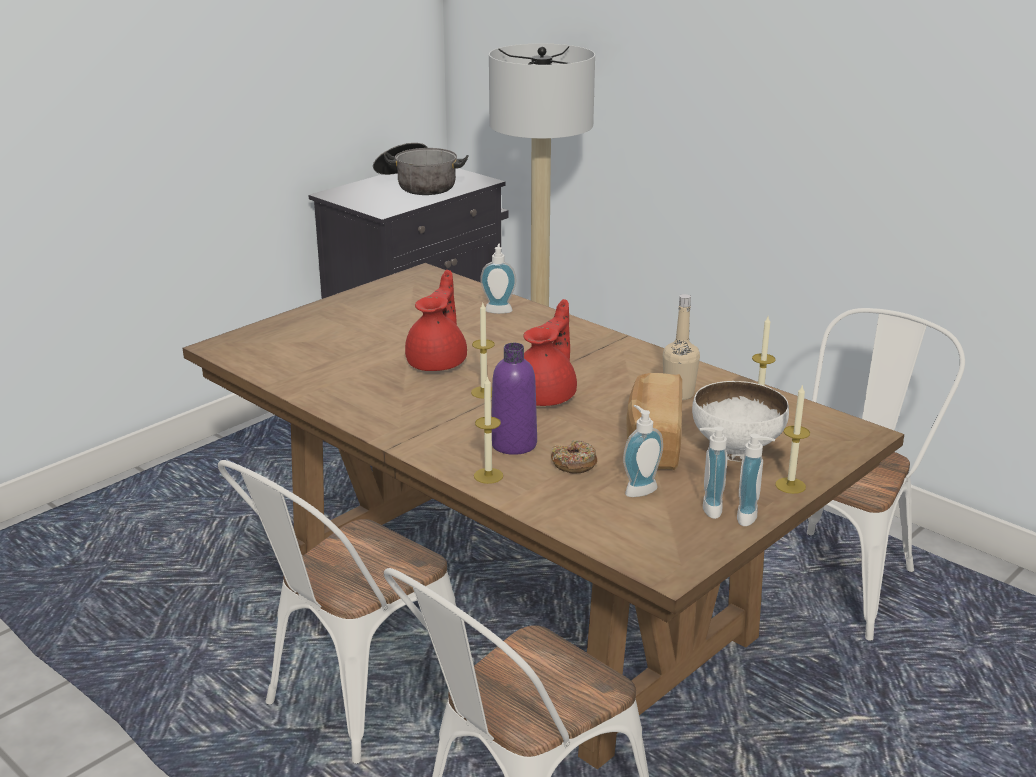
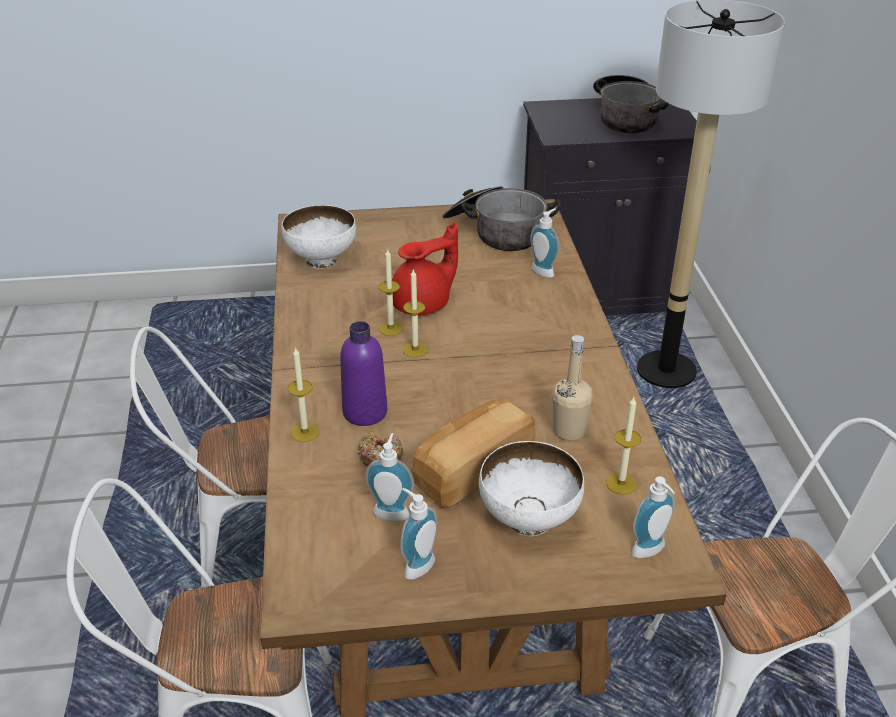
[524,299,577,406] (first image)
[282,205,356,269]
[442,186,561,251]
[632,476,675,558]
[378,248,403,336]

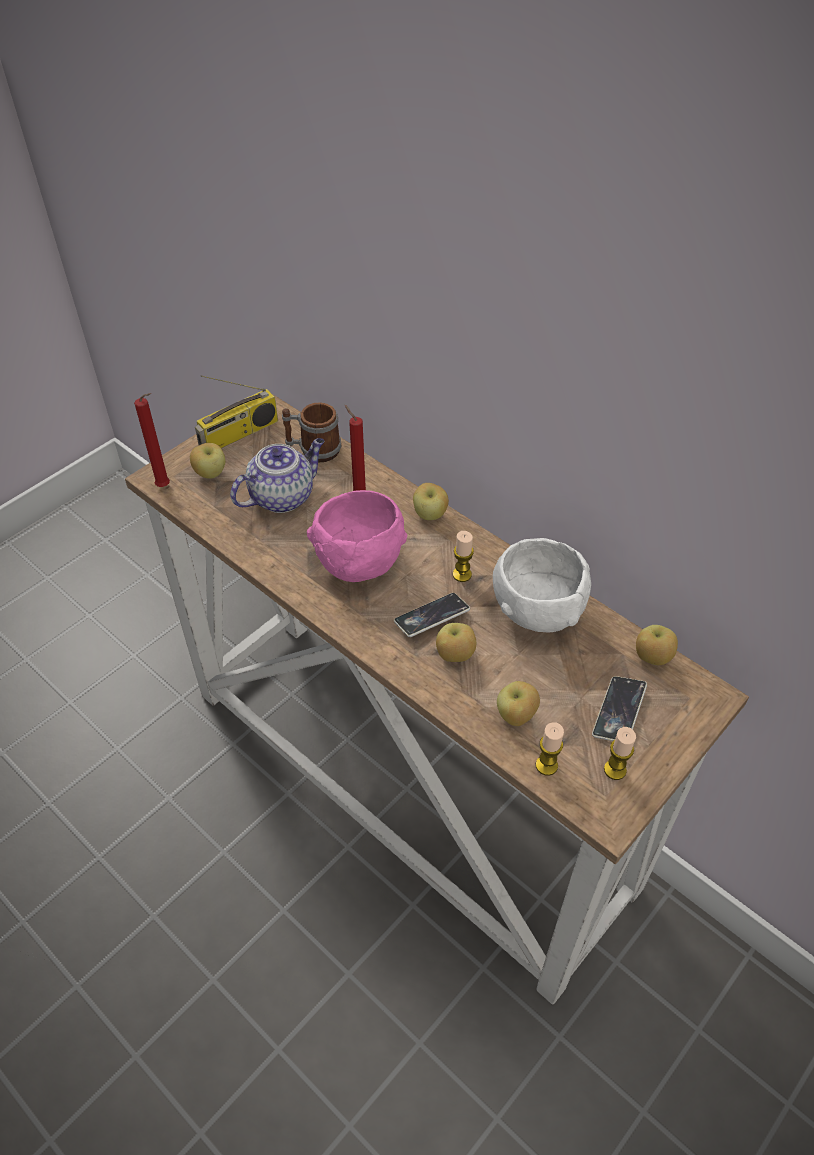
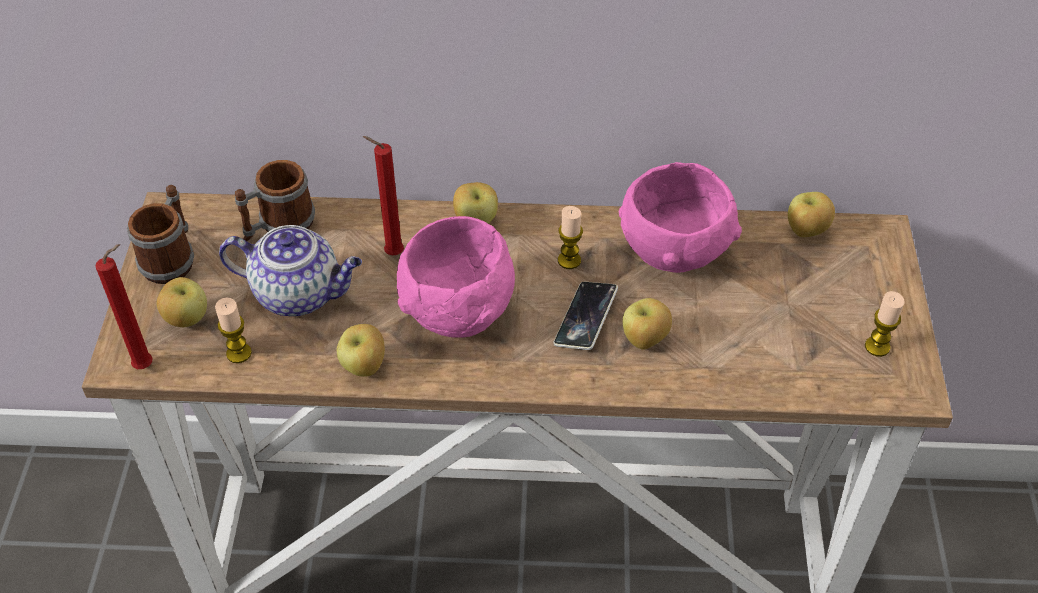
[592,676,647,741] (first image)
[337,324,385,377]
[215,298,252,363]
[127,185,194,284]
[619,162,742,273]
[219,225,362,316]

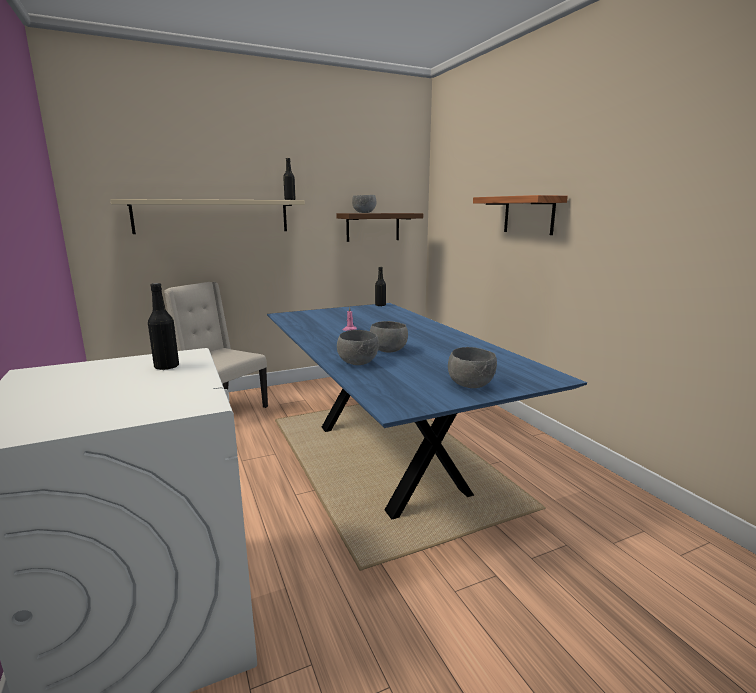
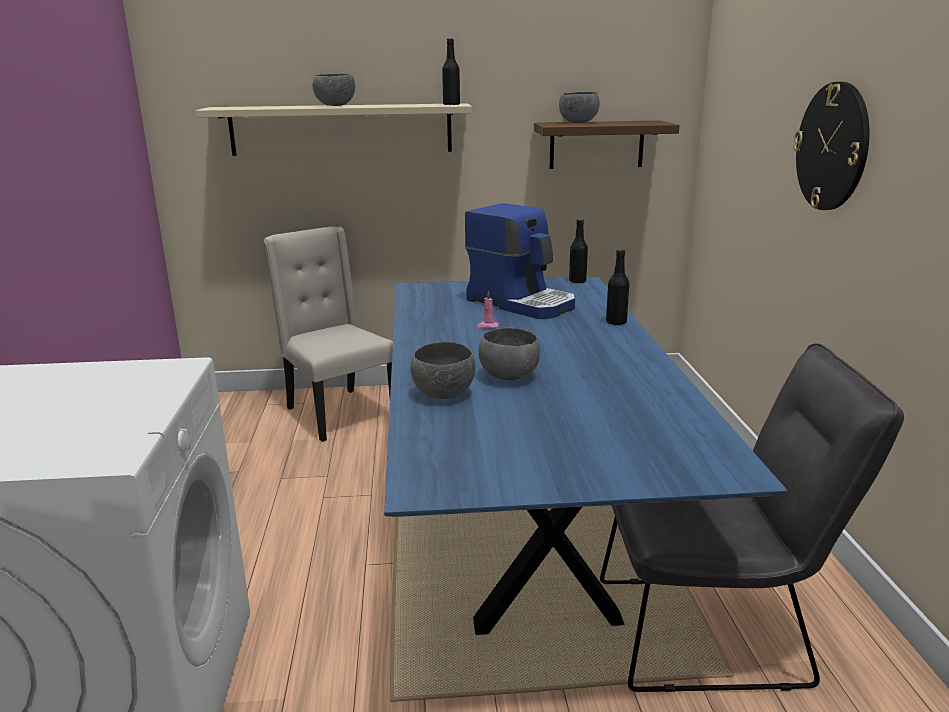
[465,203,575,319]
[600,343,904,692]
[606,249,629,325]
[313,74,355,106]
[793,82,870,210]

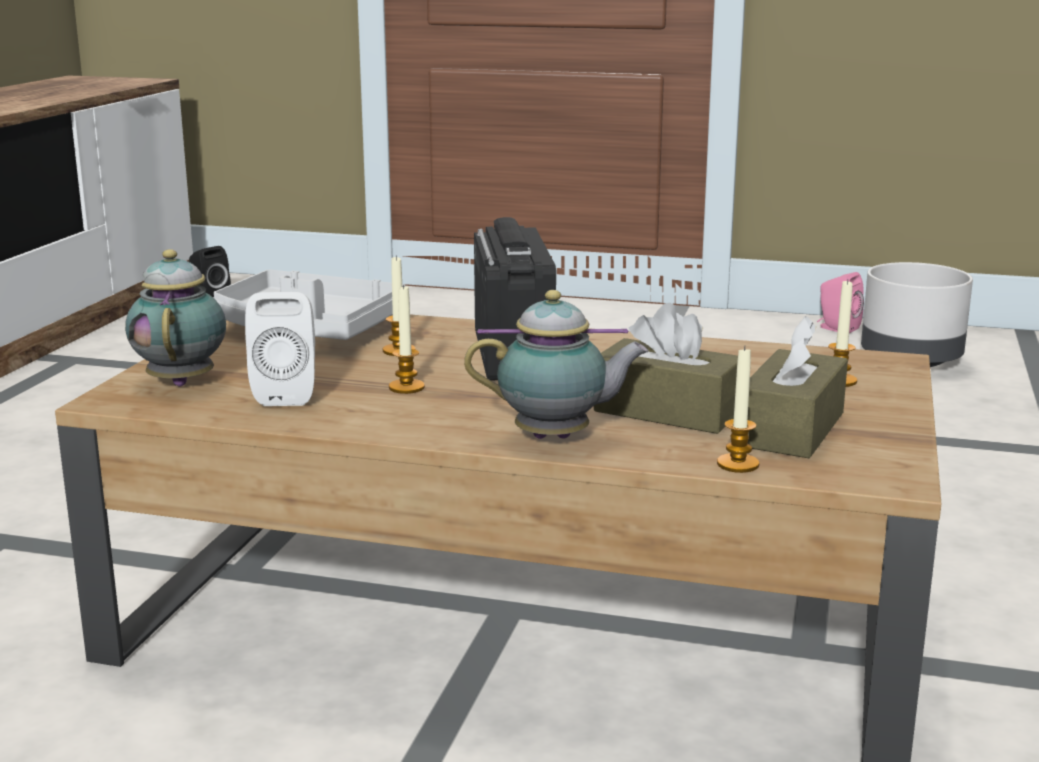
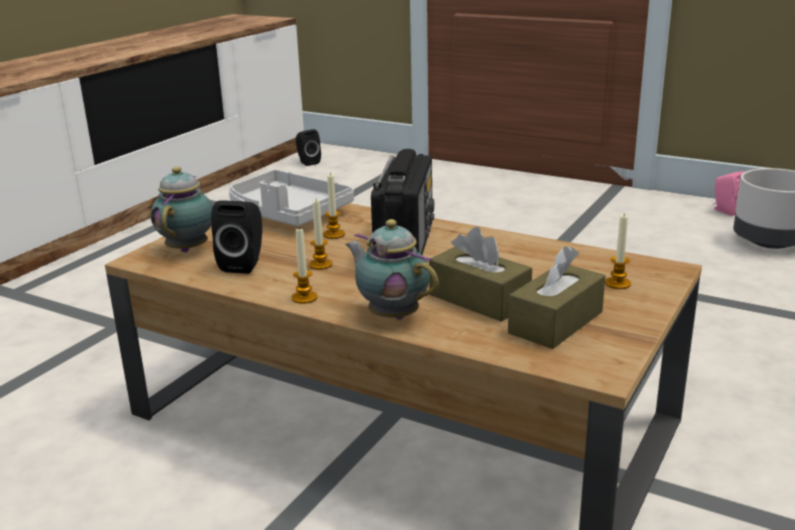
[292,228,317,304]
[211,200,262,274]
[345,219,439,320]

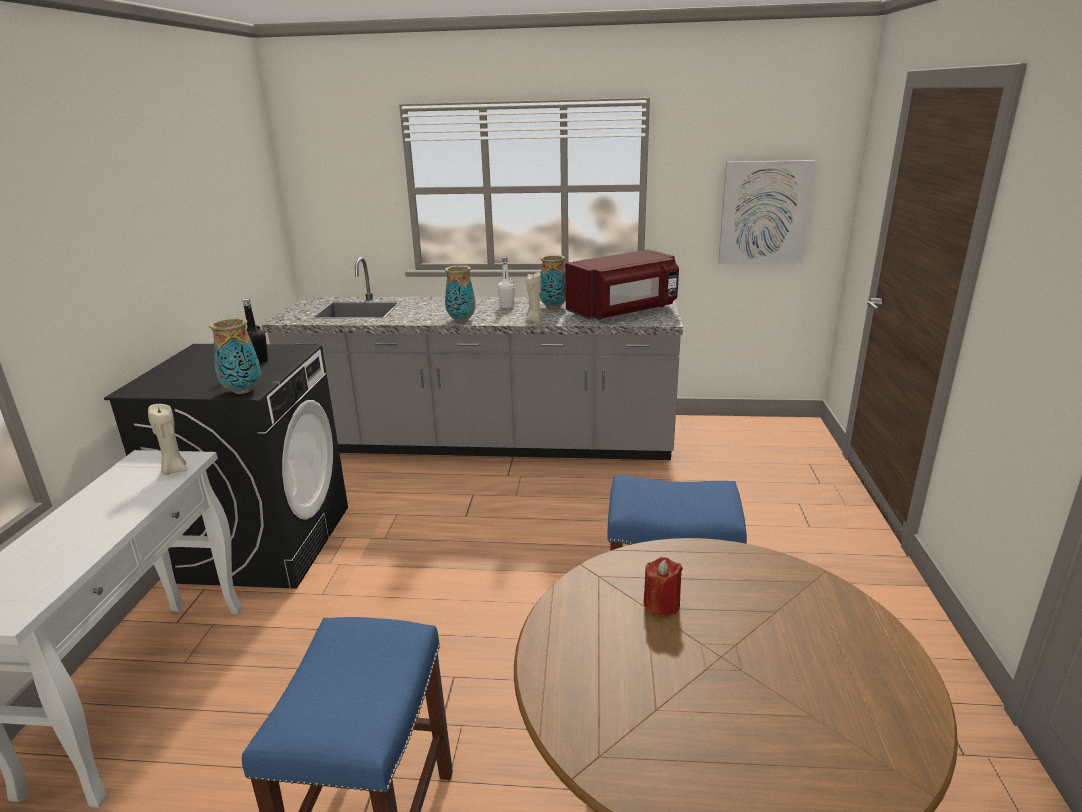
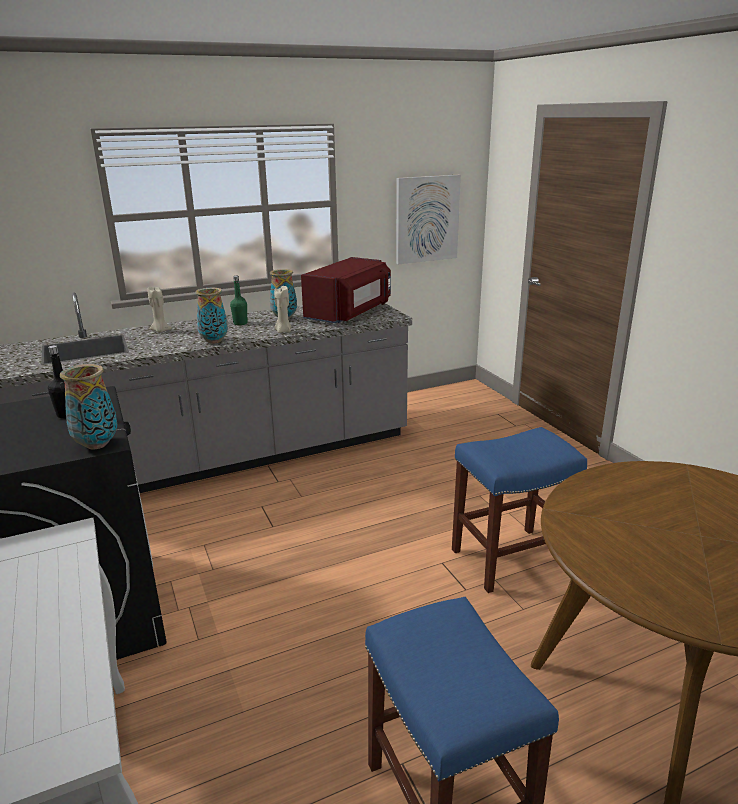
[644,557,683,616] (first image)
[147,287,172,332]
[230,276,247,325]

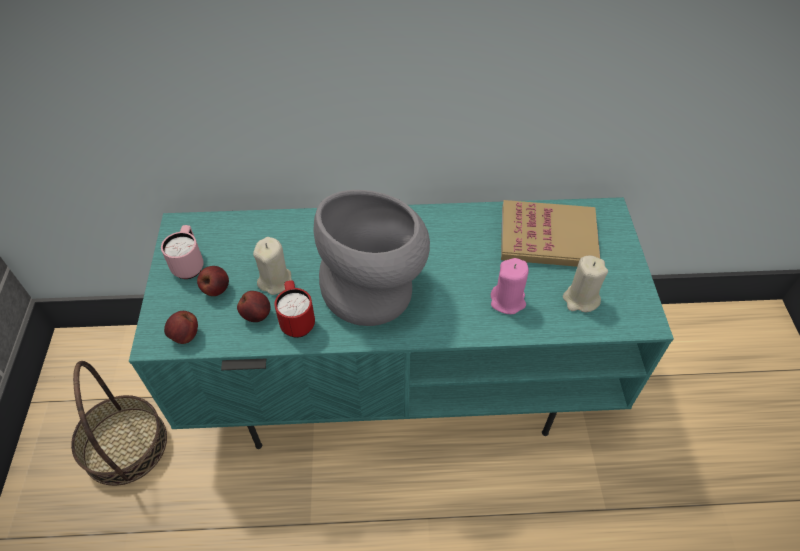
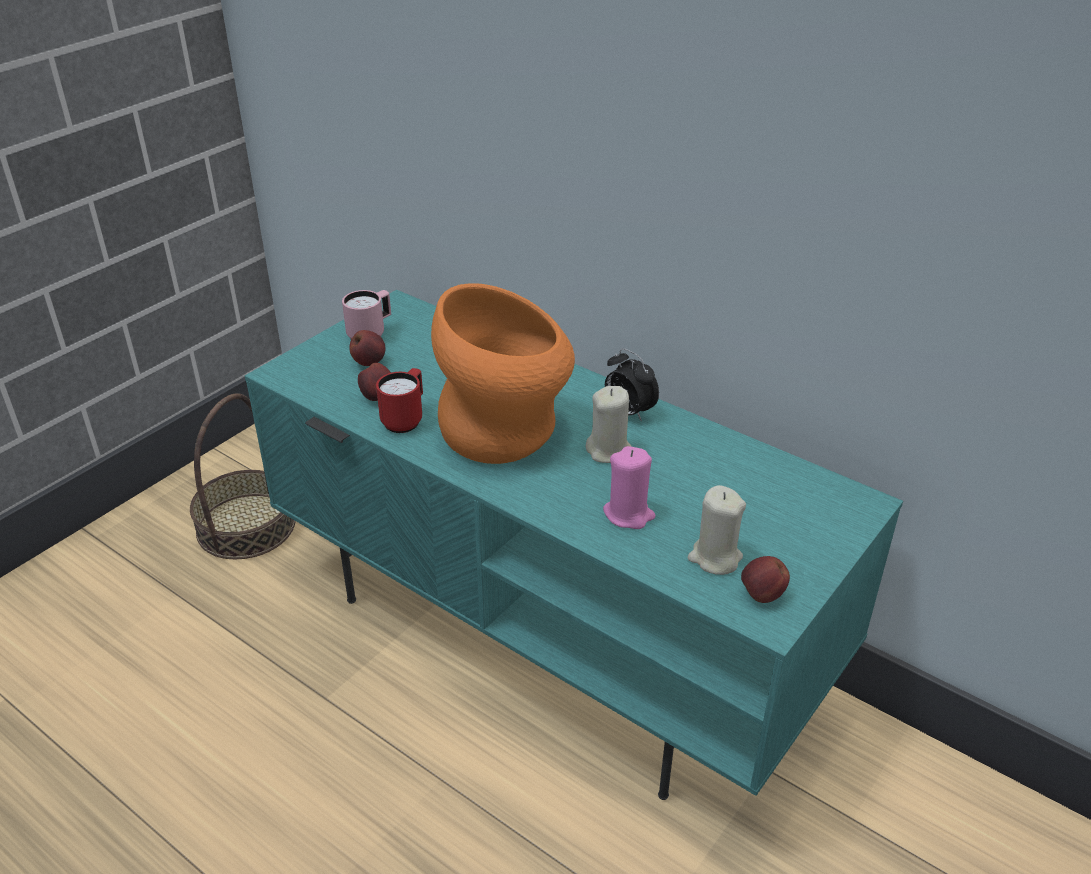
[501,200,600,267] (first image)
[605,348,659,422]
[741,556,790,603]
[586,386,632,463]
[431,283,575,464]

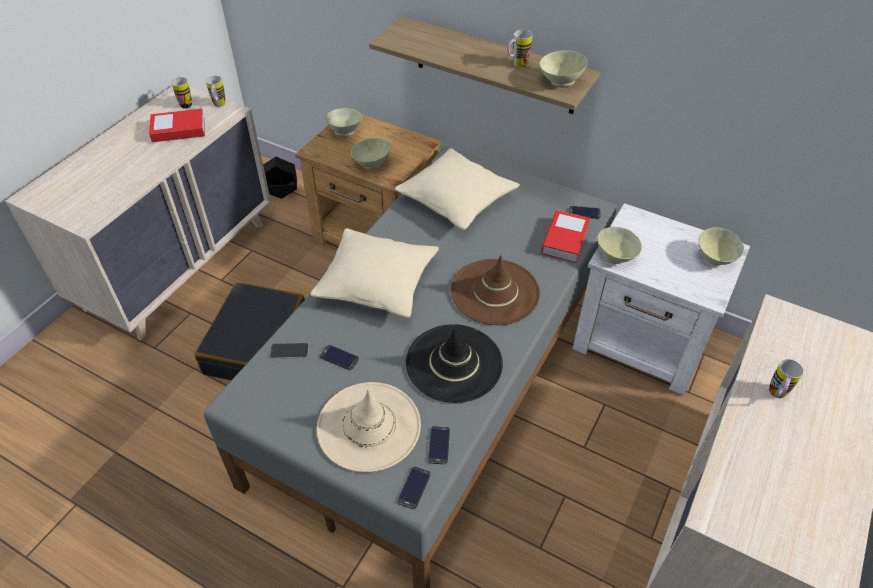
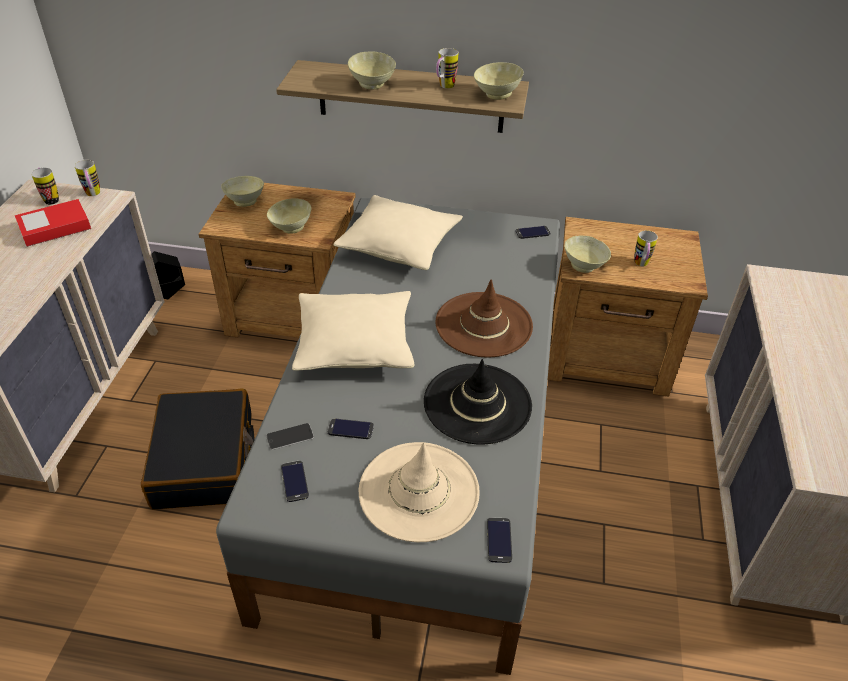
[541,210,590,263] (first image)
[281,461,309,502]
[348,51,396,89]
[634,230,658,266]
[548,217,708,397]

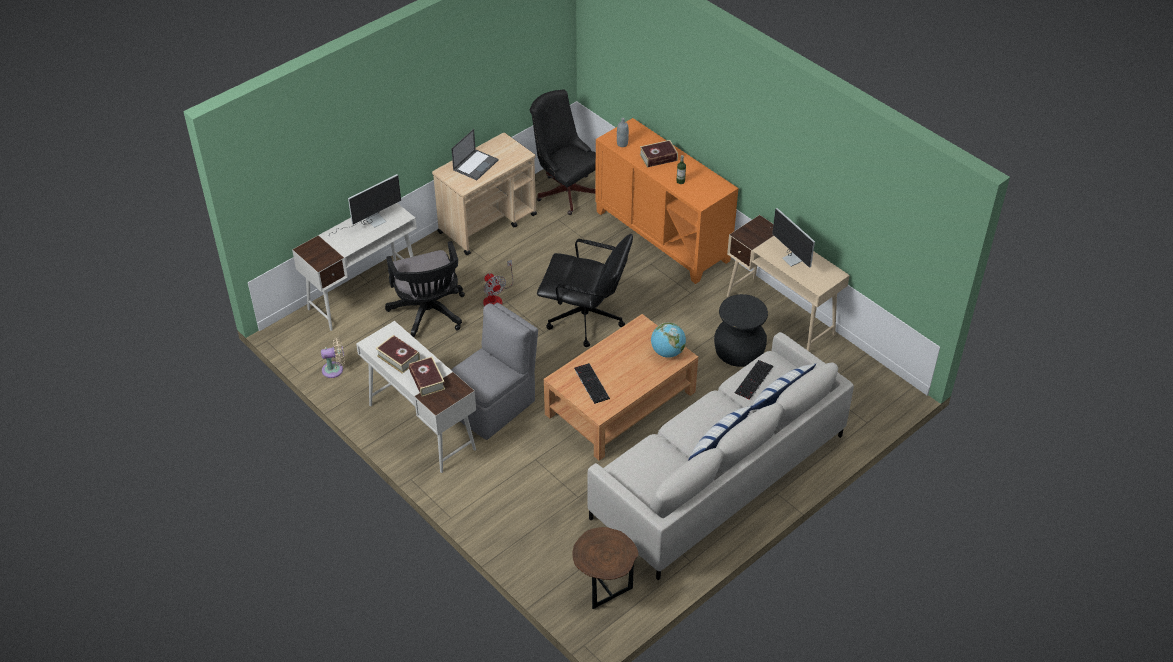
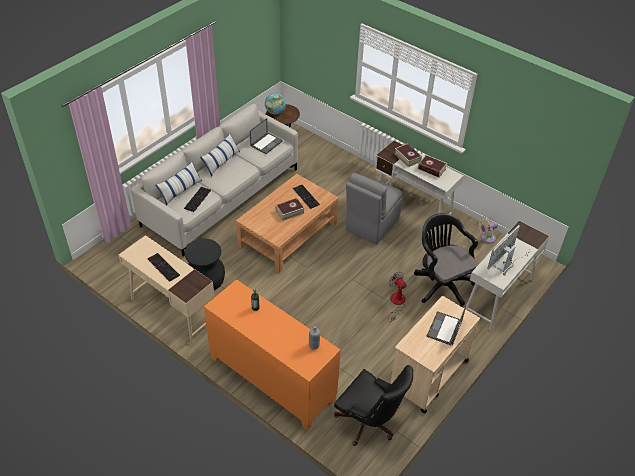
[537,234,633,347] (first image)
[250,118,283,154]
[276,198,305,221]
[265,93,286,114]
[147,253,180,282]

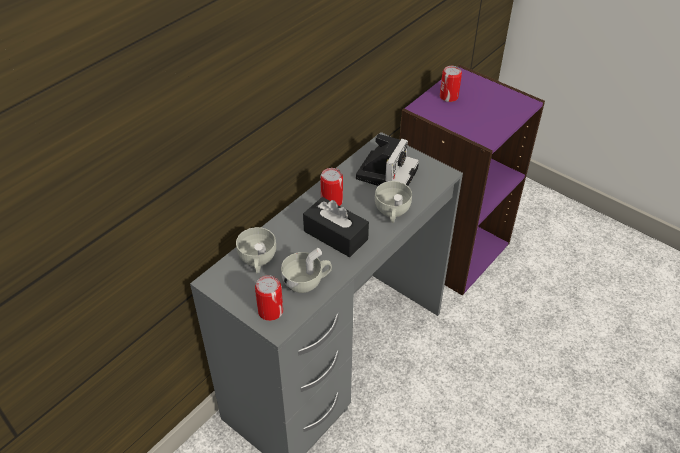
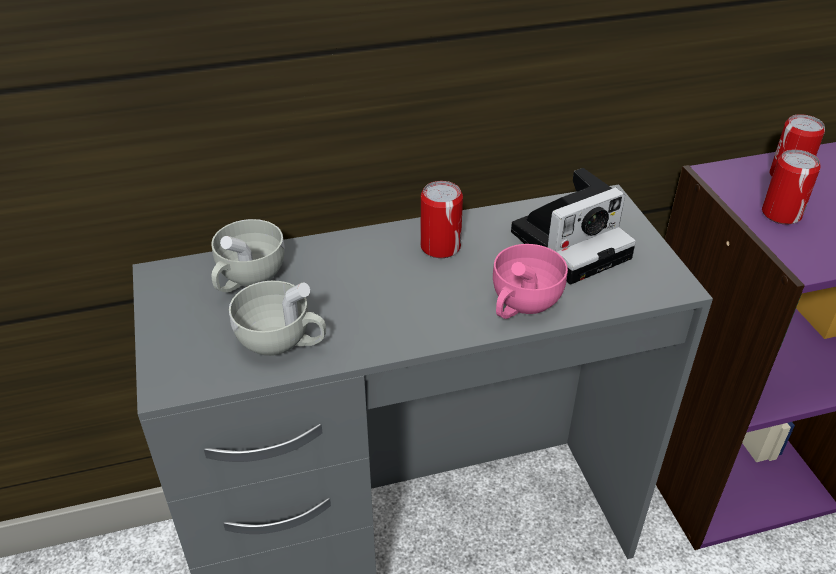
[303,197,369,257] (first image)
[762,149,821,224]
[493,244,568,319]

